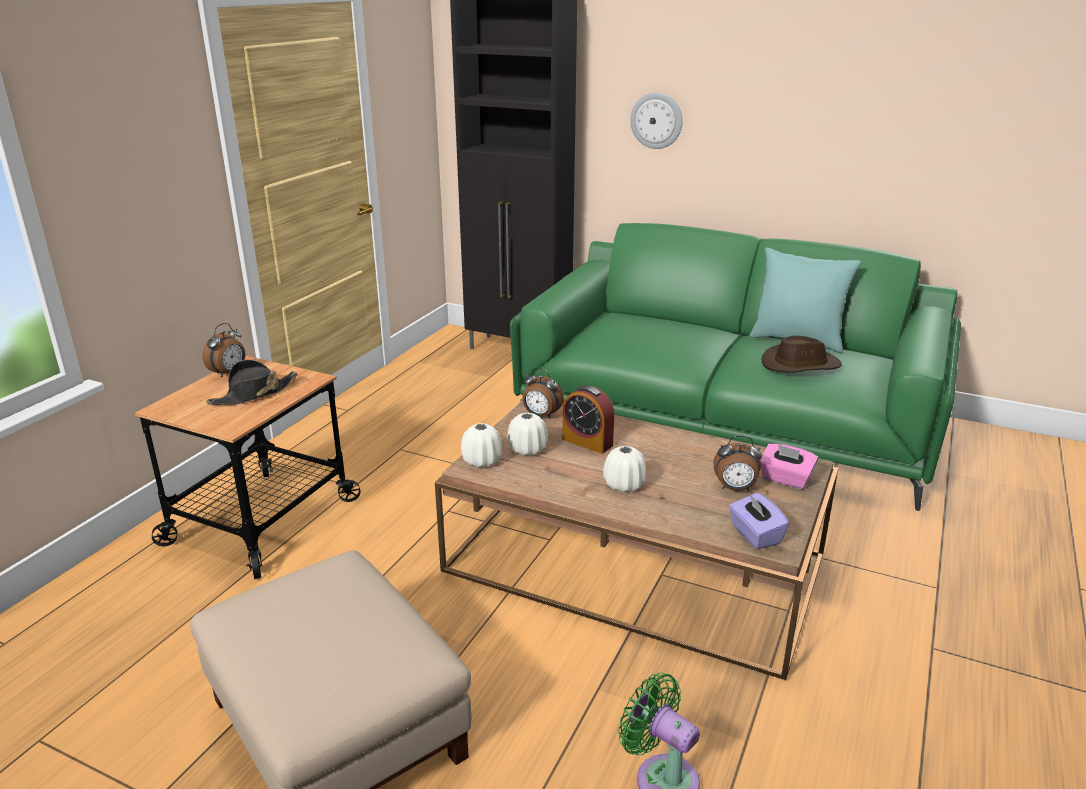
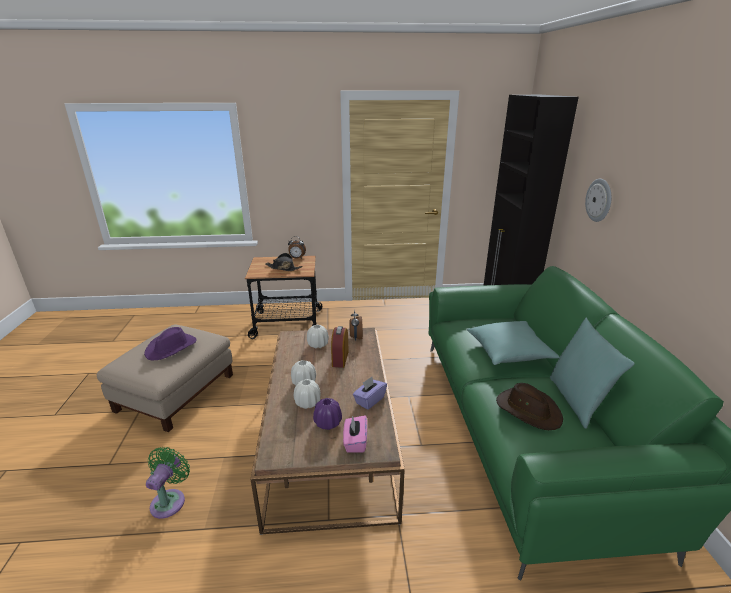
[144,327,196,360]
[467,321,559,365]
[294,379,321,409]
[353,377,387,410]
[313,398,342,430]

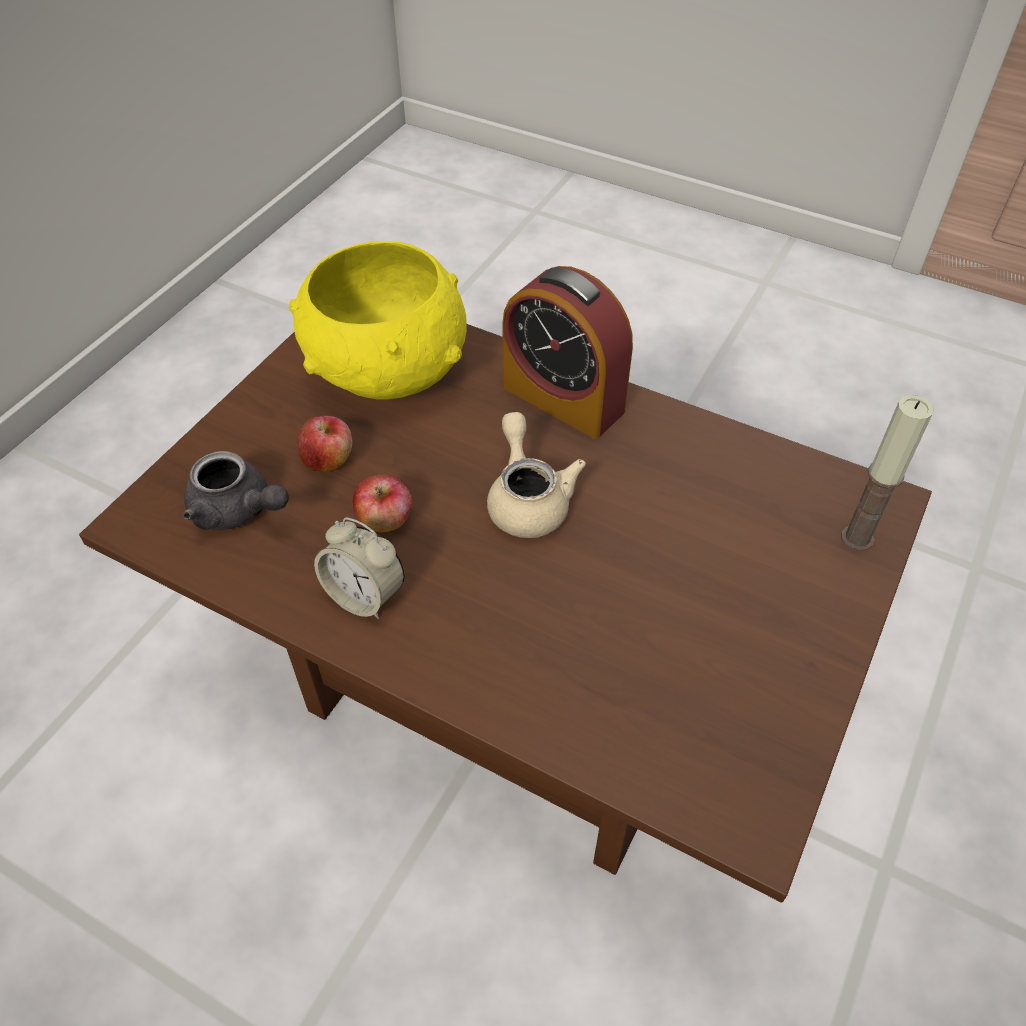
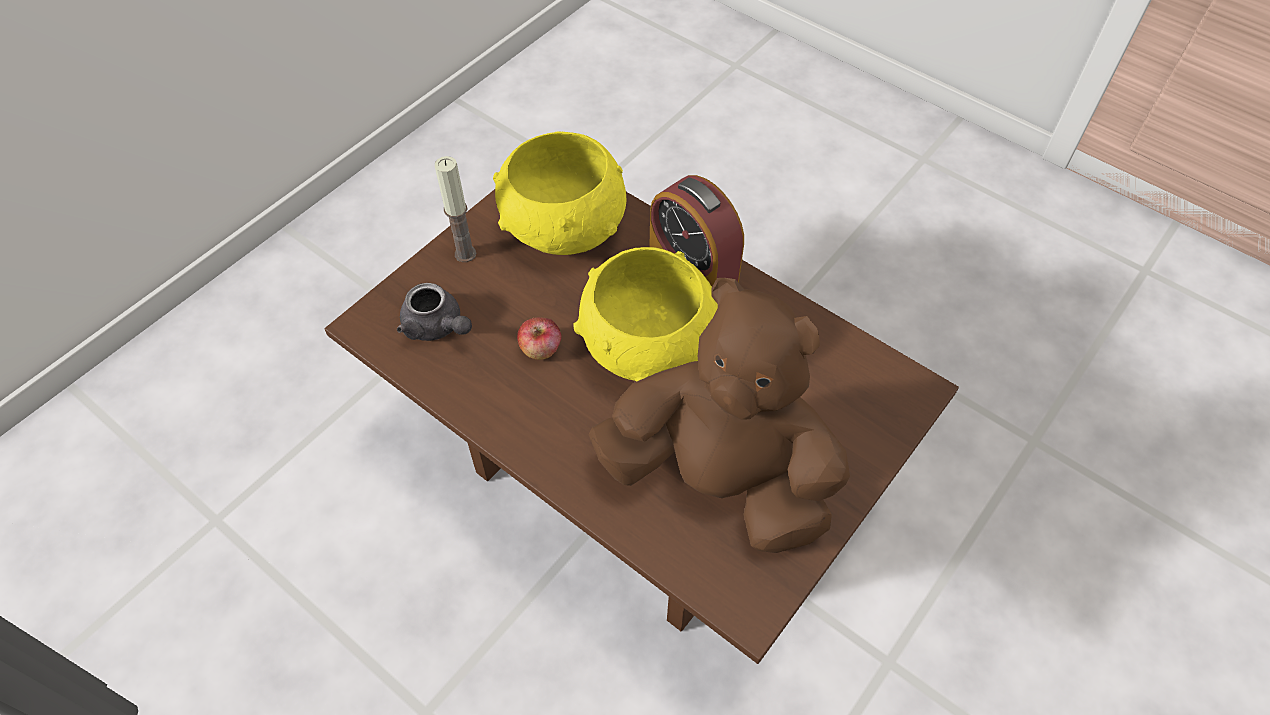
[297,416,352,472] (first image)
[314,517,405,619] (first image)
[588,278,850,553]
[435,156,476,262]
[573,247,718,382]

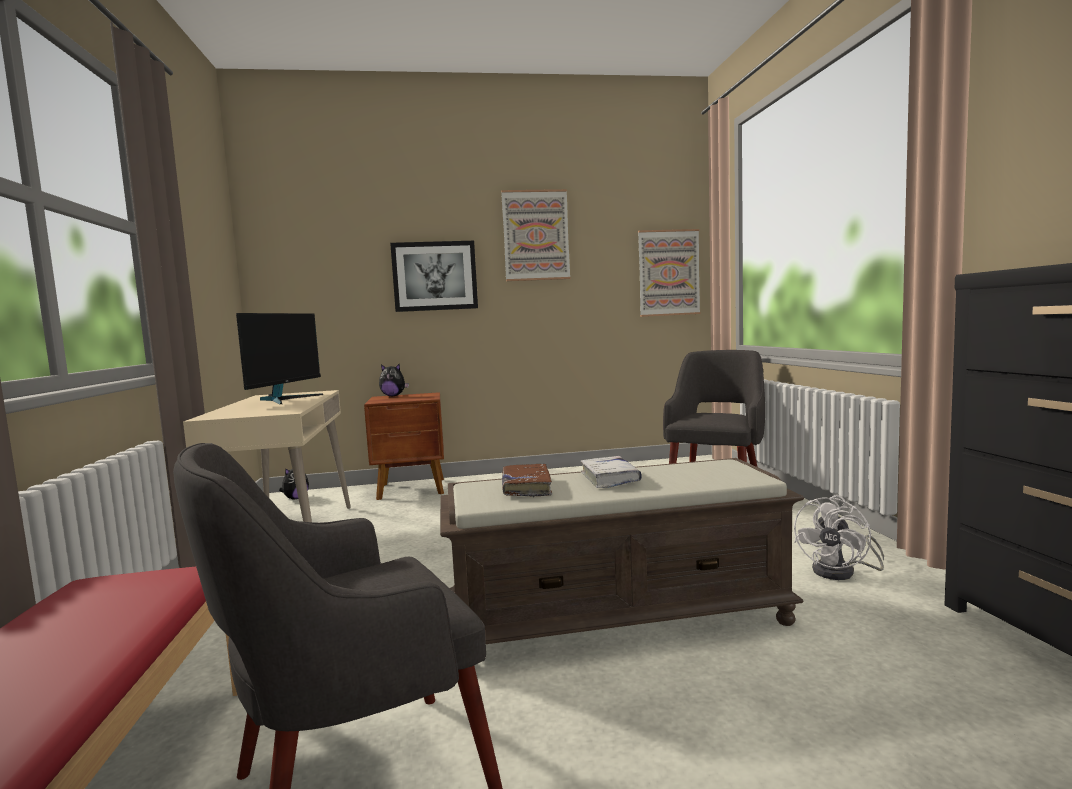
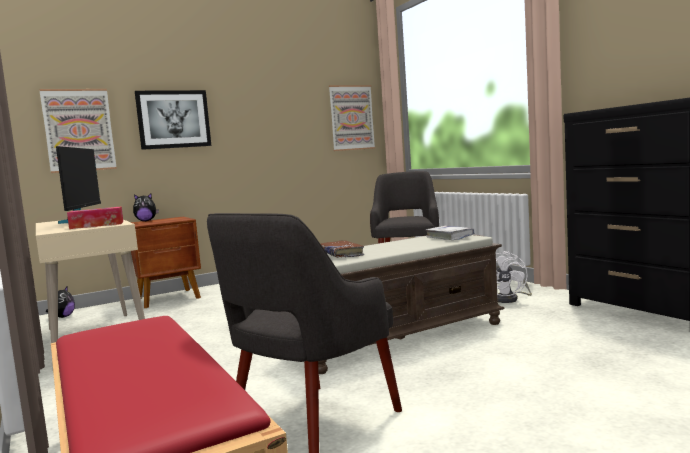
[67,206,123,229]
[39,89,117,173]
[426,226,474,240]

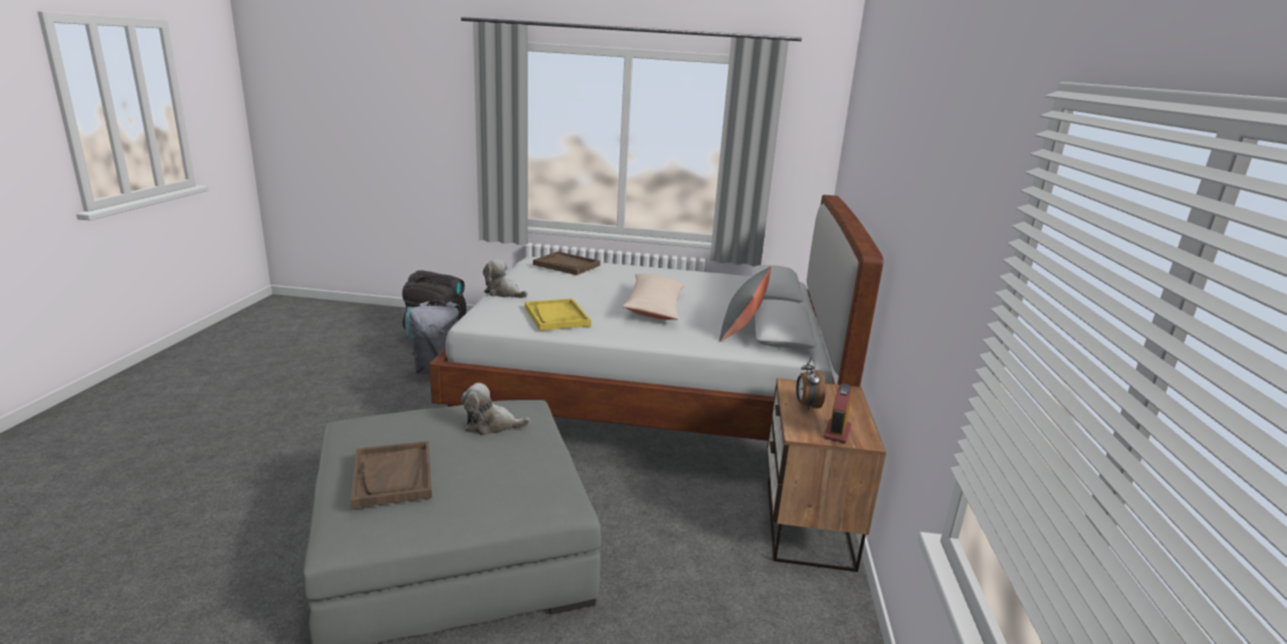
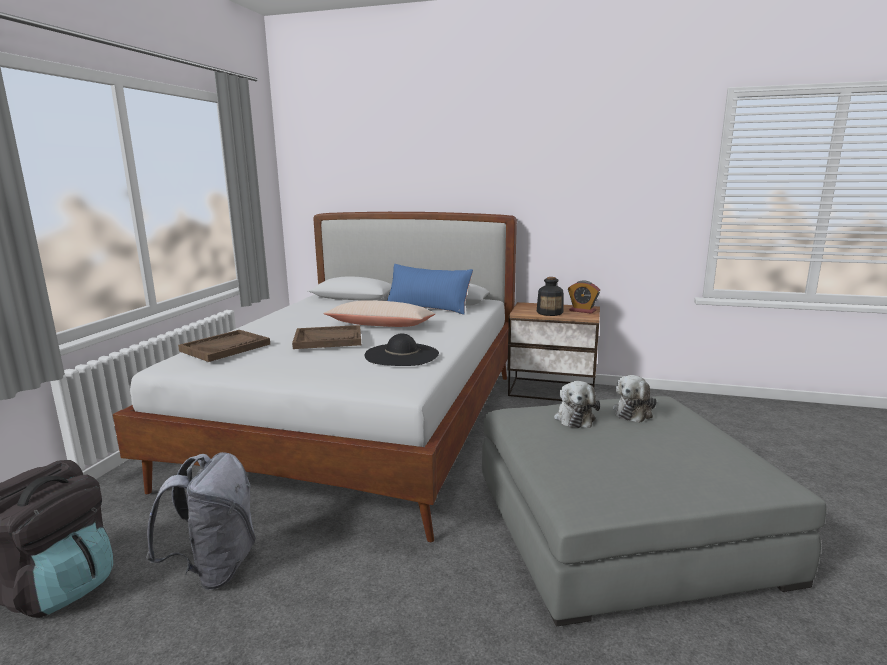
[292,325,361,349]
[613,375,657,423]
[365,333,439,366]
[536,277,563,316]
[387,264,473,315]

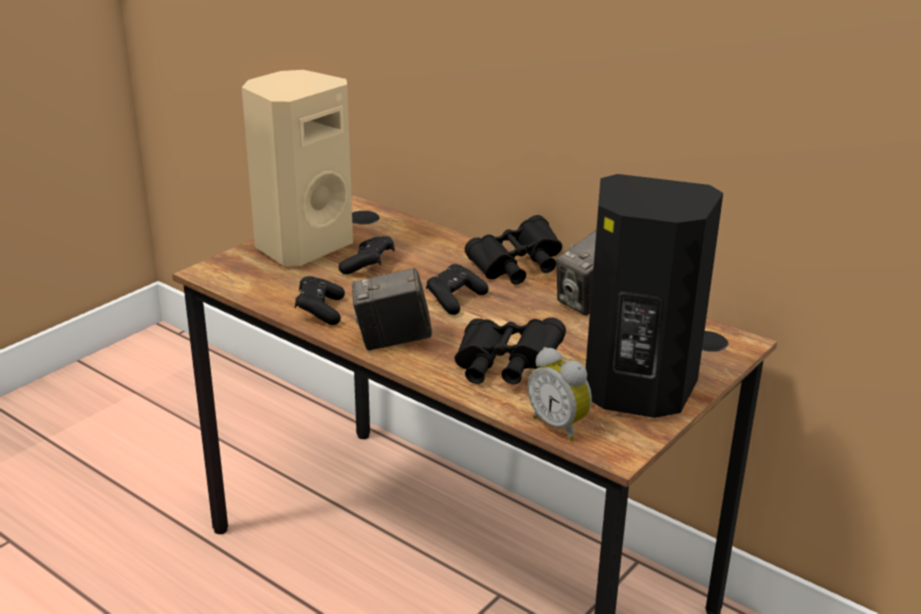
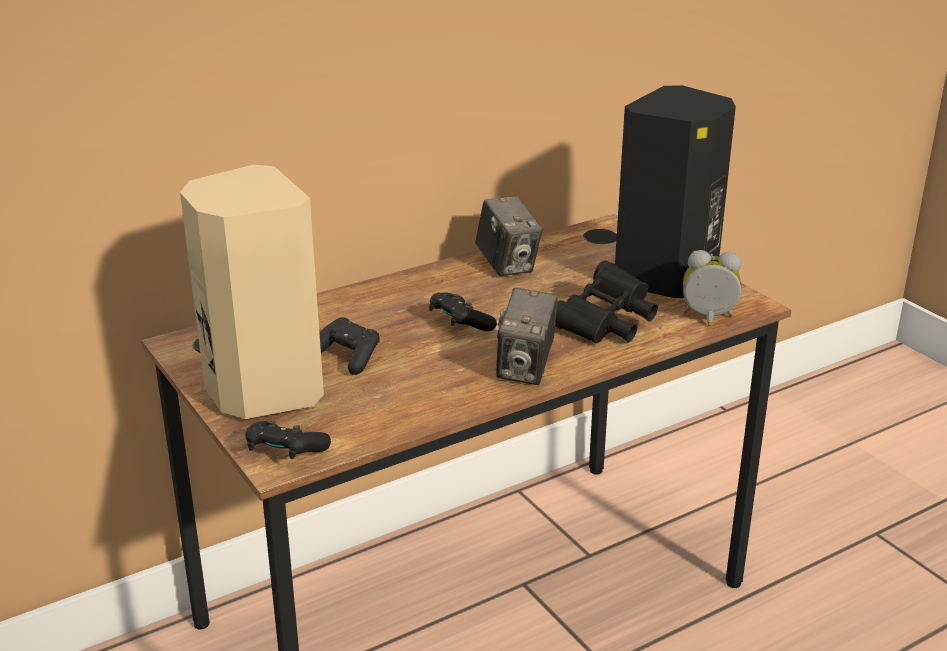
[465,215,562,285] (first image)
[245,421,331,459]
[683,250,742,326]

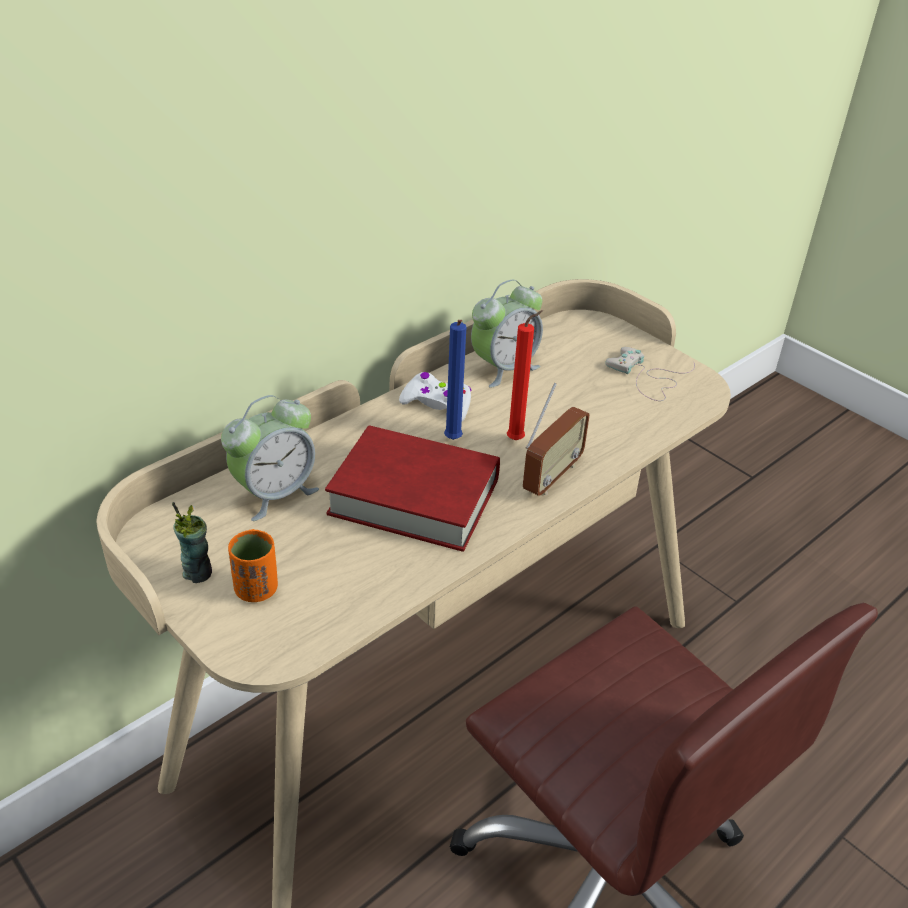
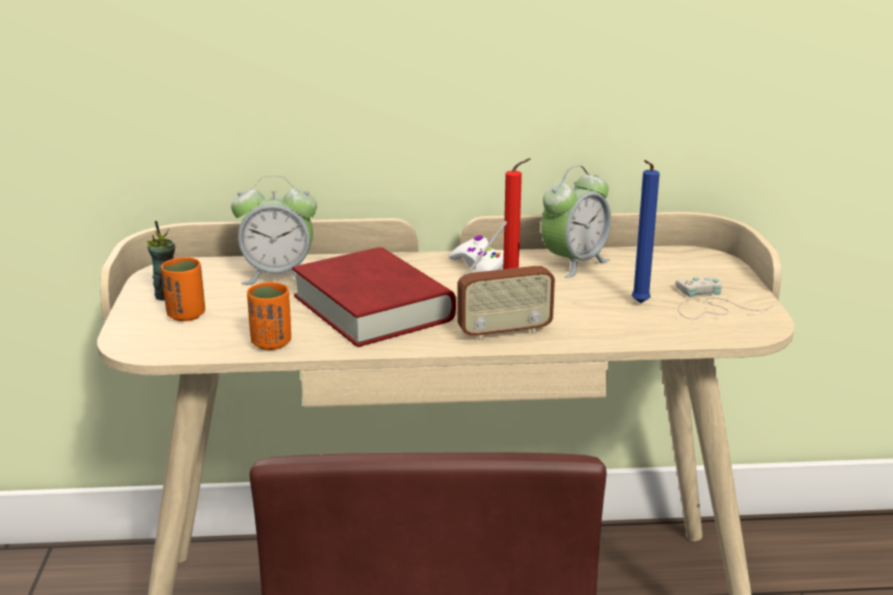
[247,282,291,350]
[632,160,660,303]
[541,165,611,278]

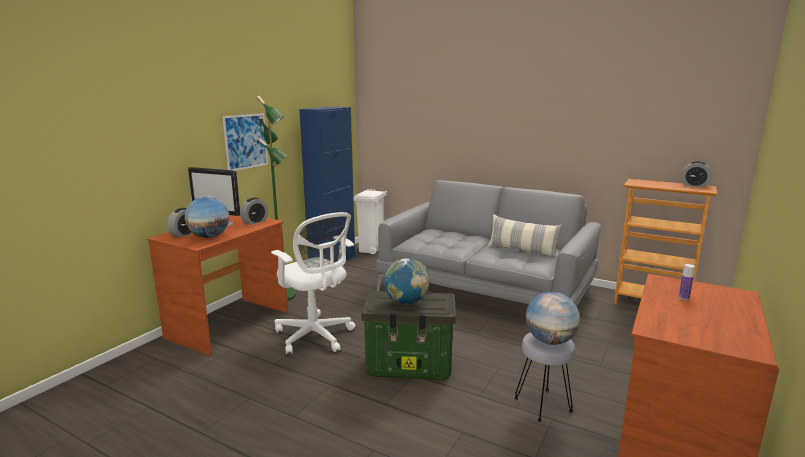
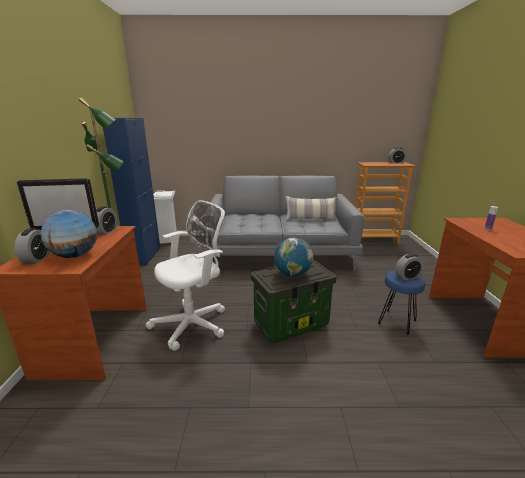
[222,113,268,171] (first image)
[395,254,424,280]
[378,270,425,335]
[146,200,225,351]

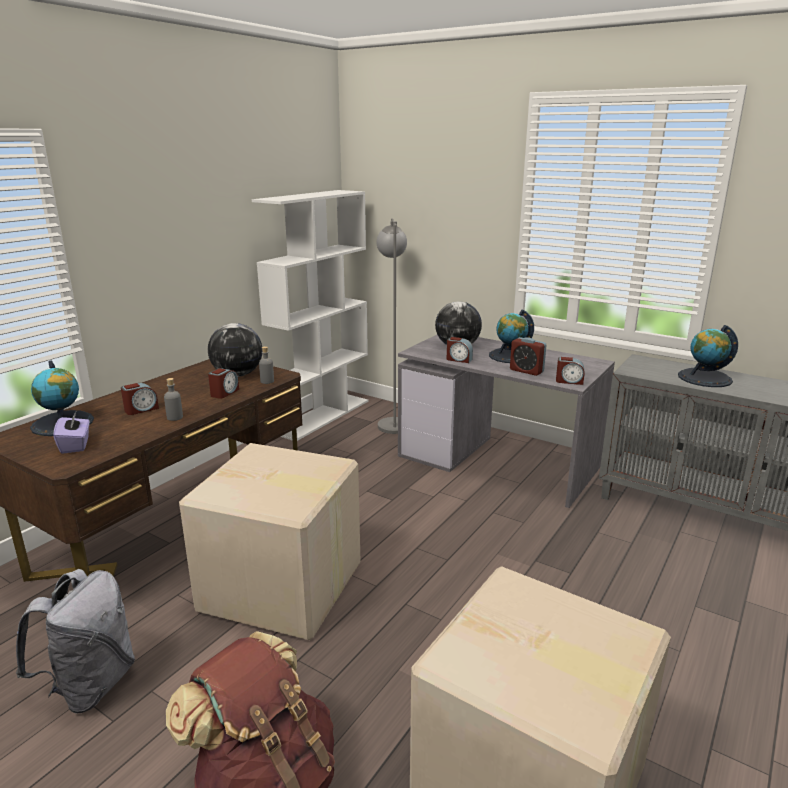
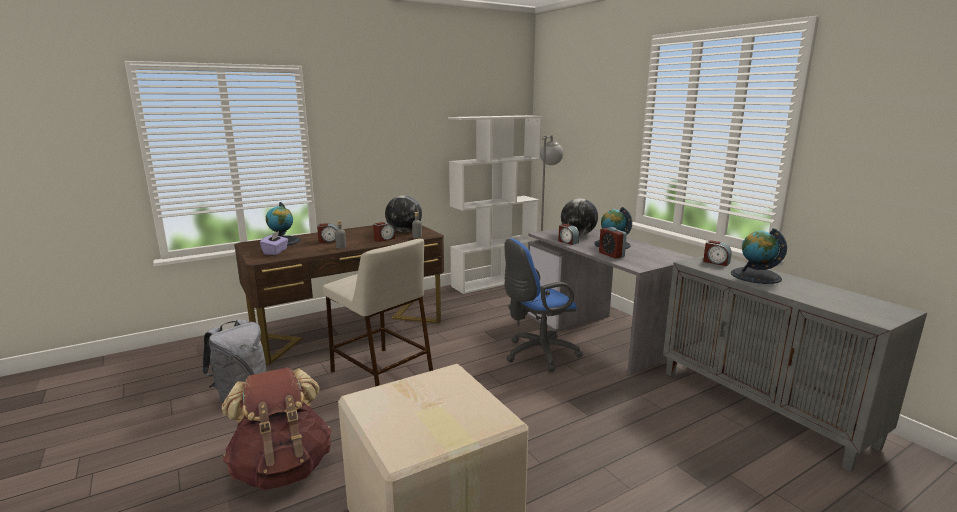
[504,239,583,372]
[703,240,732,266]
[323,239,433,386]

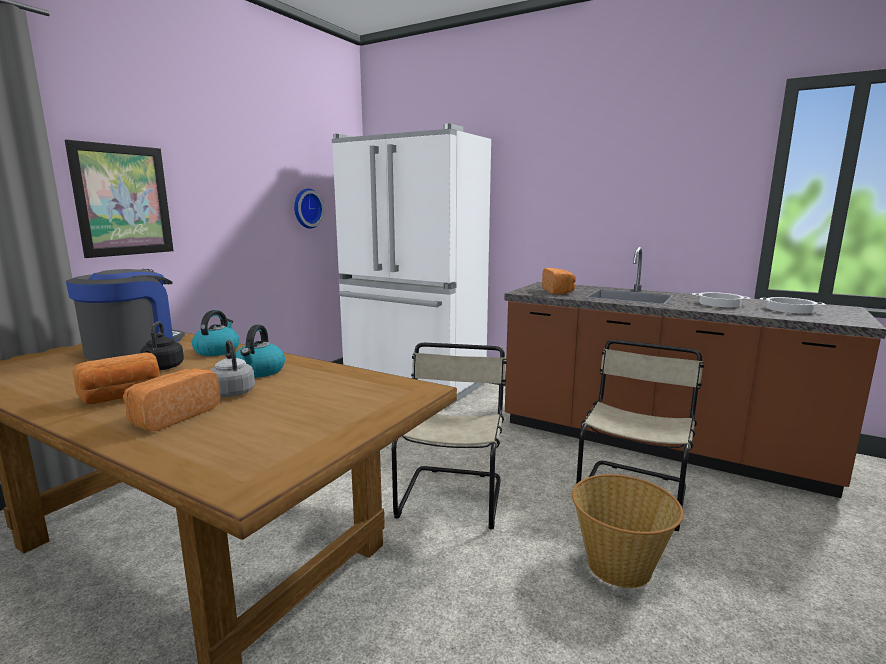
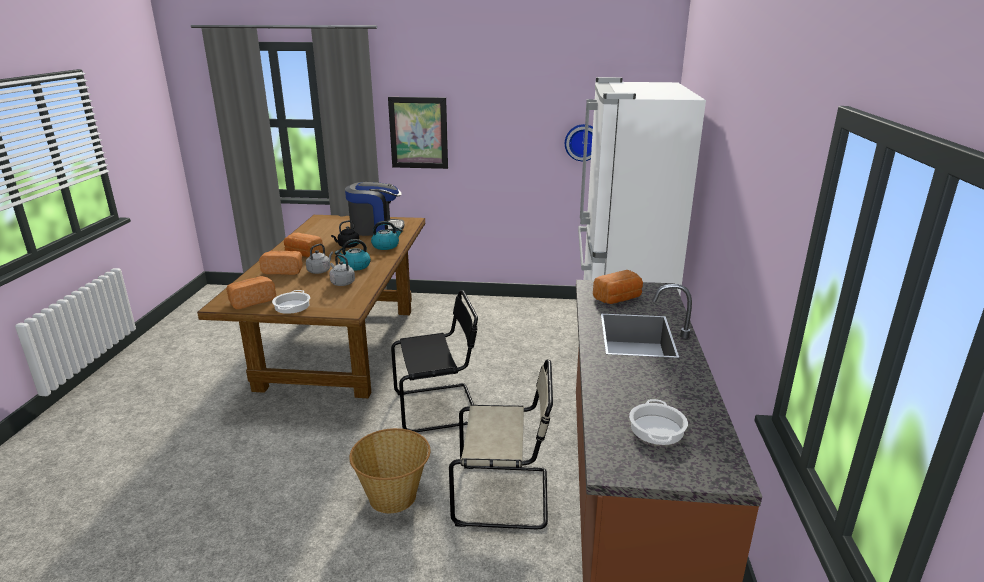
[226,276,276,309]
[329,254,355,286]
[272,290,310,314]
[391,290,478,432]

